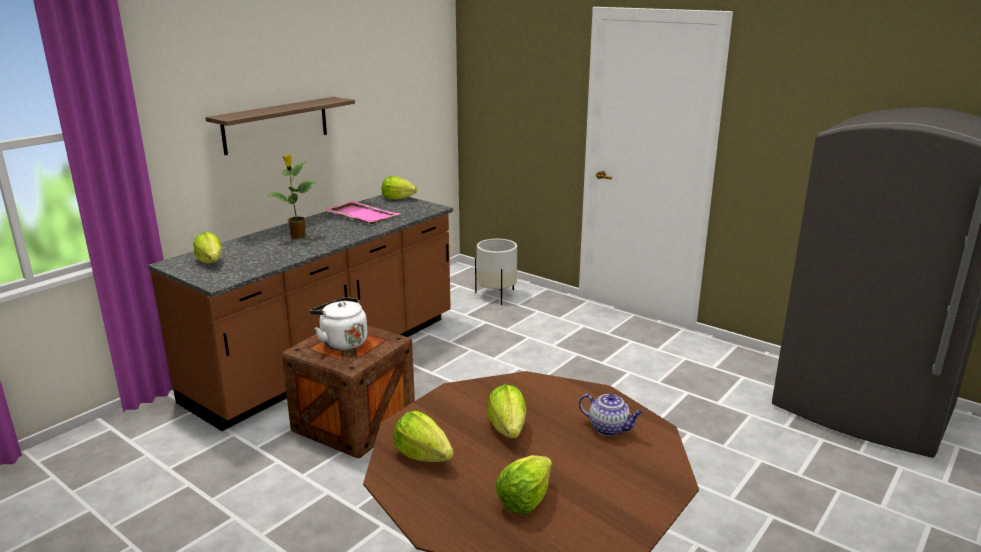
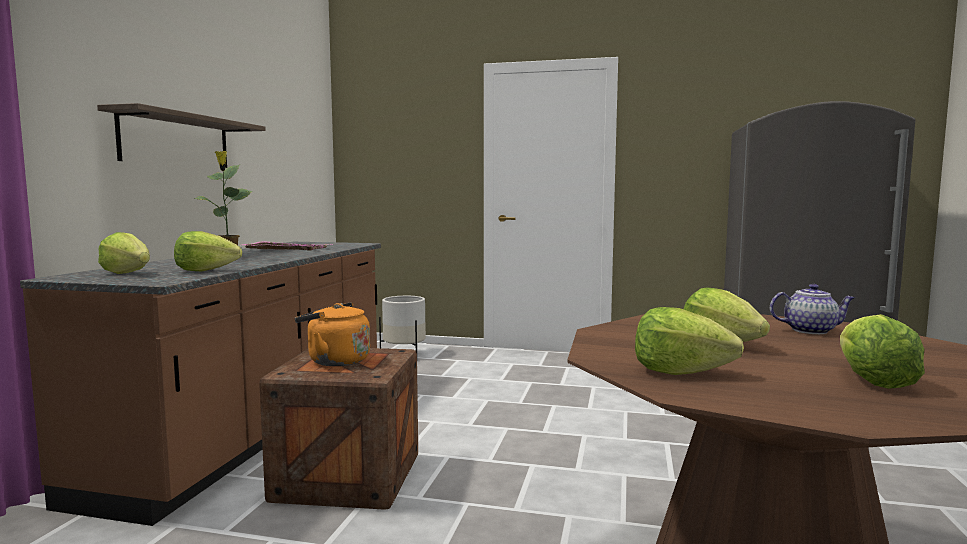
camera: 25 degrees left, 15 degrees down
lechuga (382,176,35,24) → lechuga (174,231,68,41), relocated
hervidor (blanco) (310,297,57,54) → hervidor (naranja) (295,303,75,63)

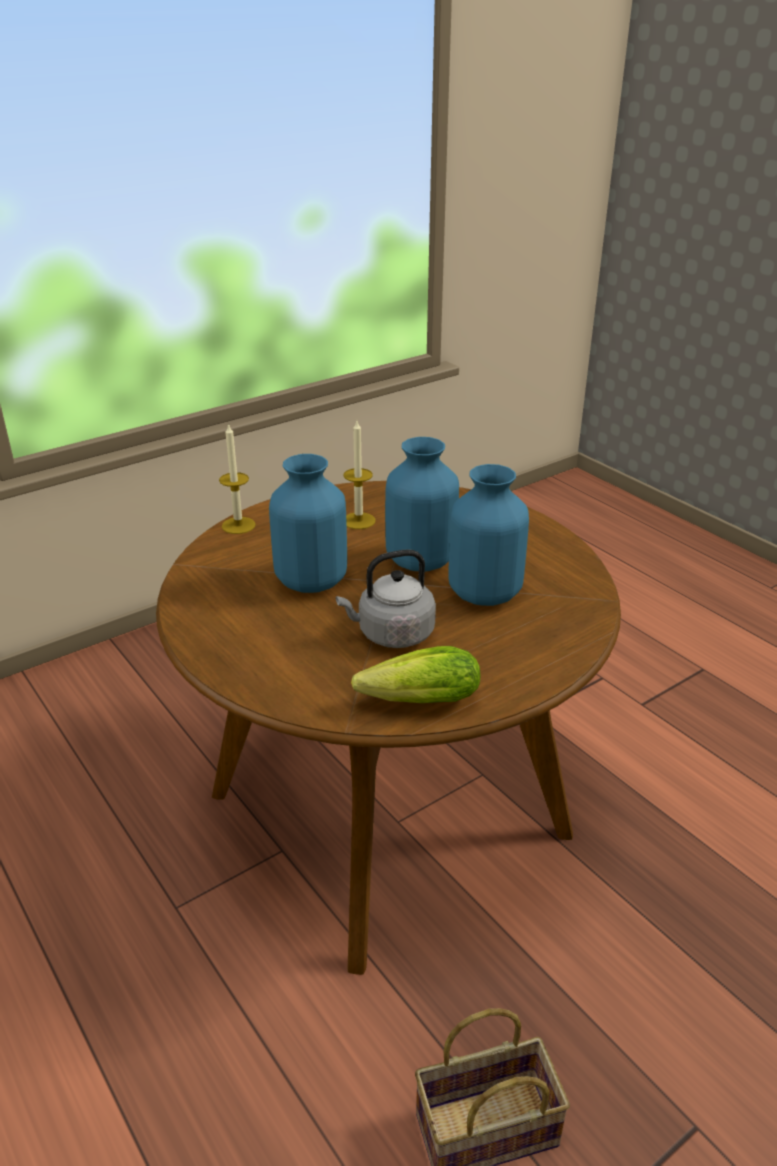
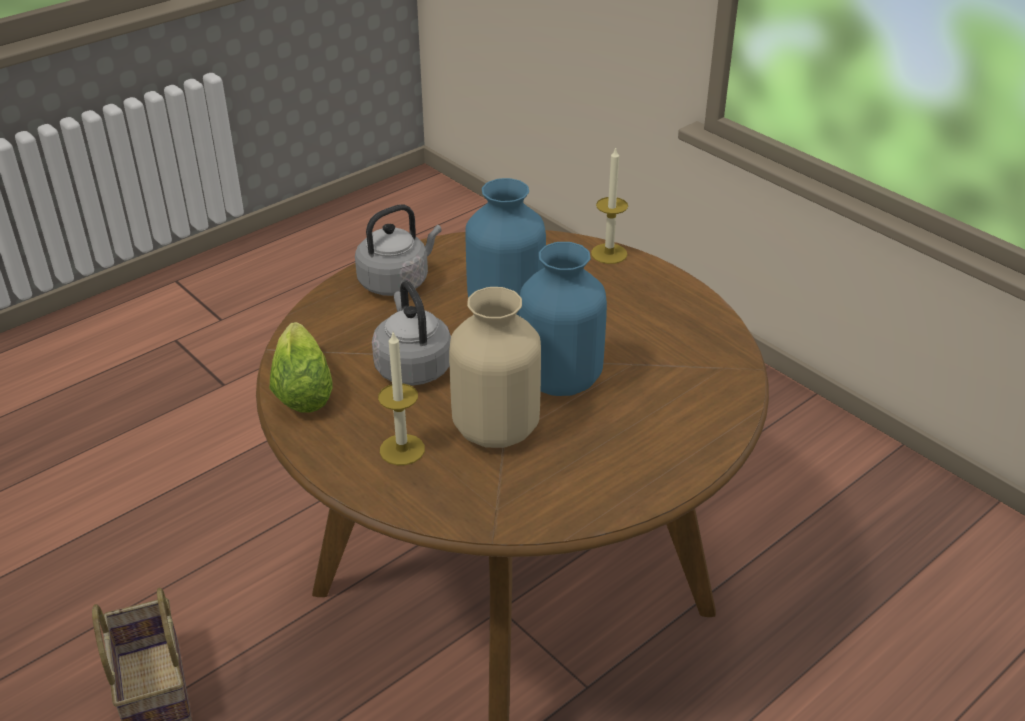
camera: 85 degrees right, 5 degrees up
vela (343,421,33,108) → vela (378,332,47,133), relocated
florero (azul) (448,464,81,142) → florero (beis) (449,287,92,161)
- → hervidor (gris) (355,204,87,92)

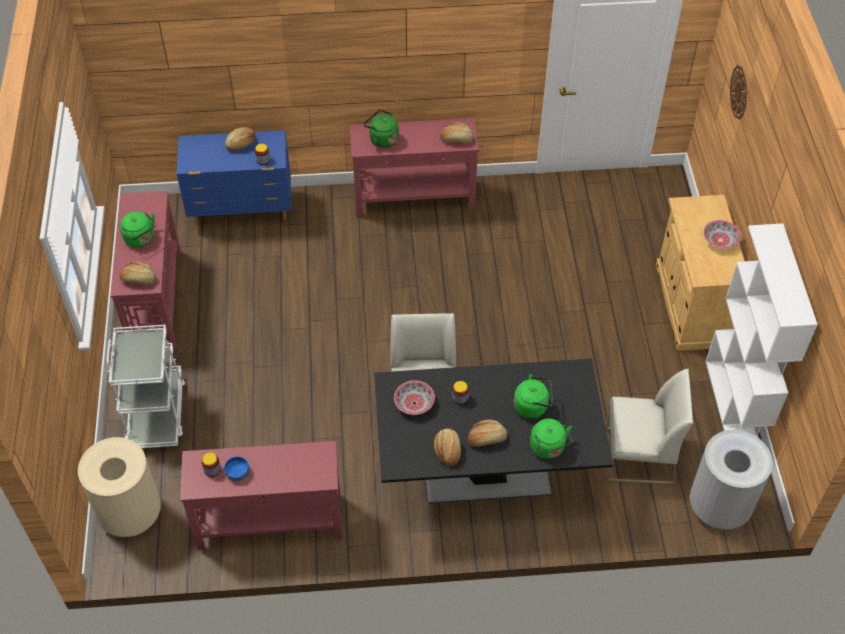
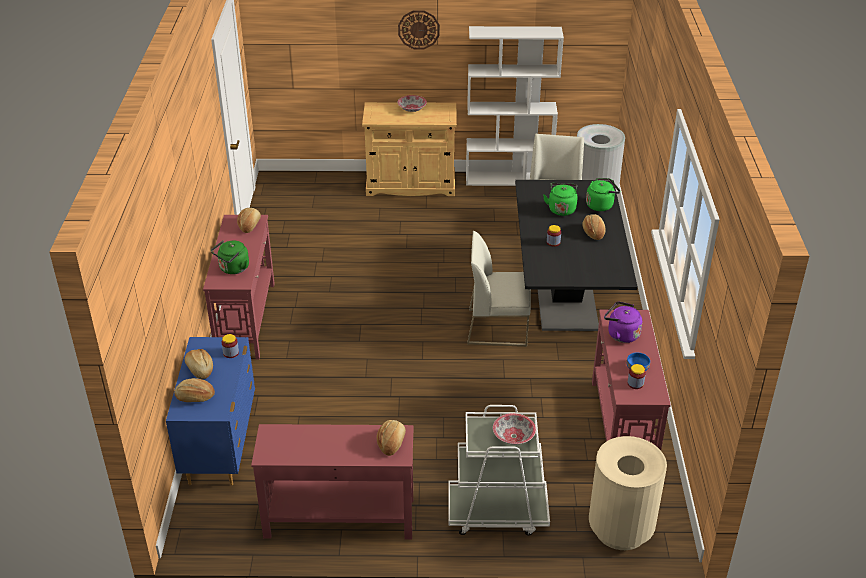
camera: 85 degrees left, 15 degrees down
reloj de pared (730,65,17,55) → reloj de pared (398,10,42,39), relocated
hervidor (verde) (120,212,36,35) → -
cuenco (394,380,41,35) → cuenco (493,413,43,32), relocated
pan (434,428,27,38) → pan (174,378,41,24), relocated
- → hervidor (morado) (604,302,38,41)

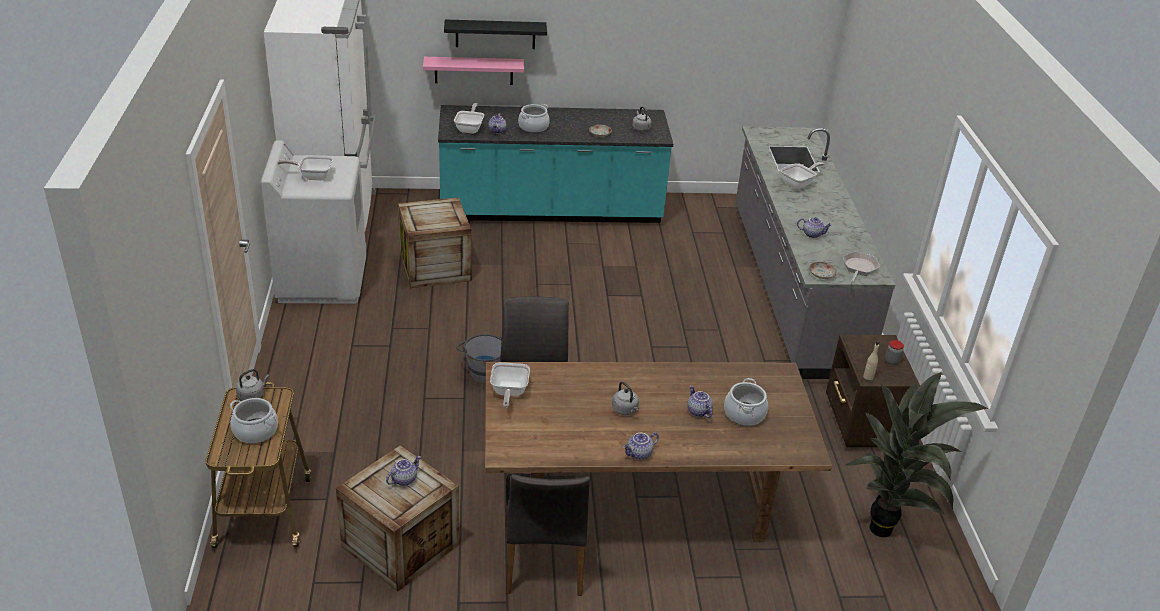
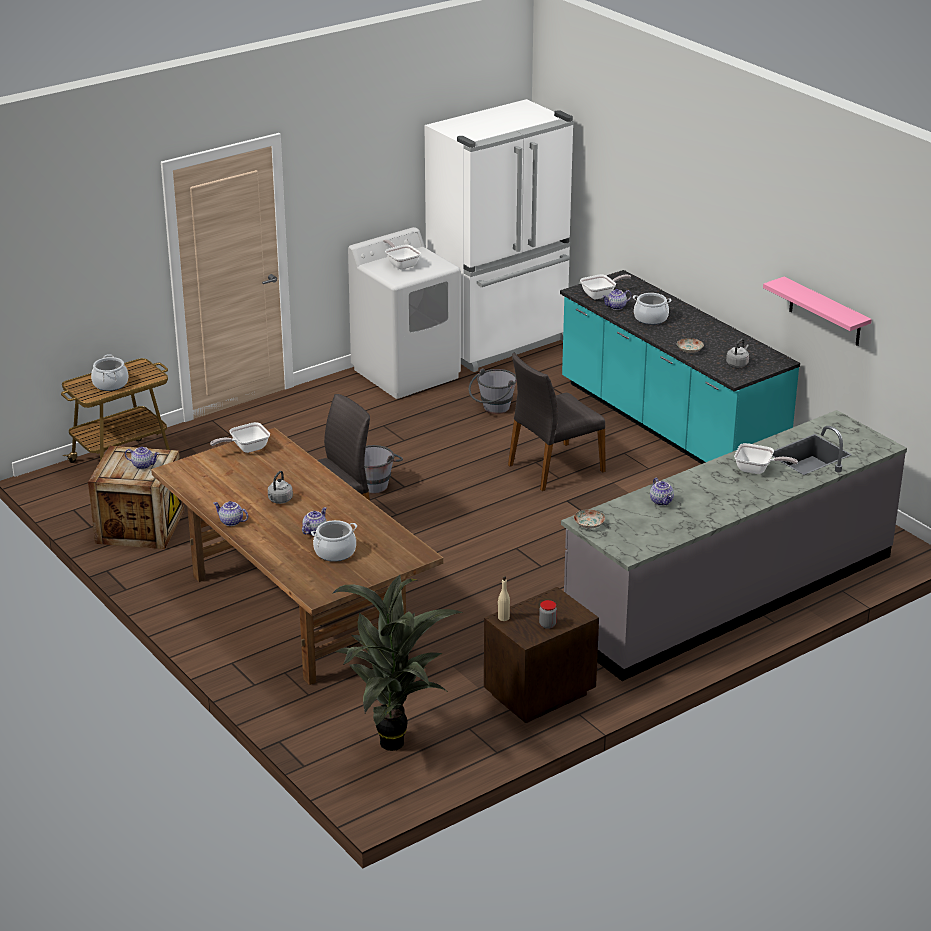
camera: 60 degrees right, 5 degrees down
estante (negro) (444,20,103,29) → -
estante (rosa) (423,57,101,28) → estante (rosa) (763,277,109,69), relocated
caja de embalaje (398,197,74,91) → cubo (gris) (469,368,48,46)
sartén (843,251,37,32) → -
hervidor (gris) (236,369,33,32) → -
silla (gris) (506,473,84,123) → silla (gris) (508,353,98,138), relocated

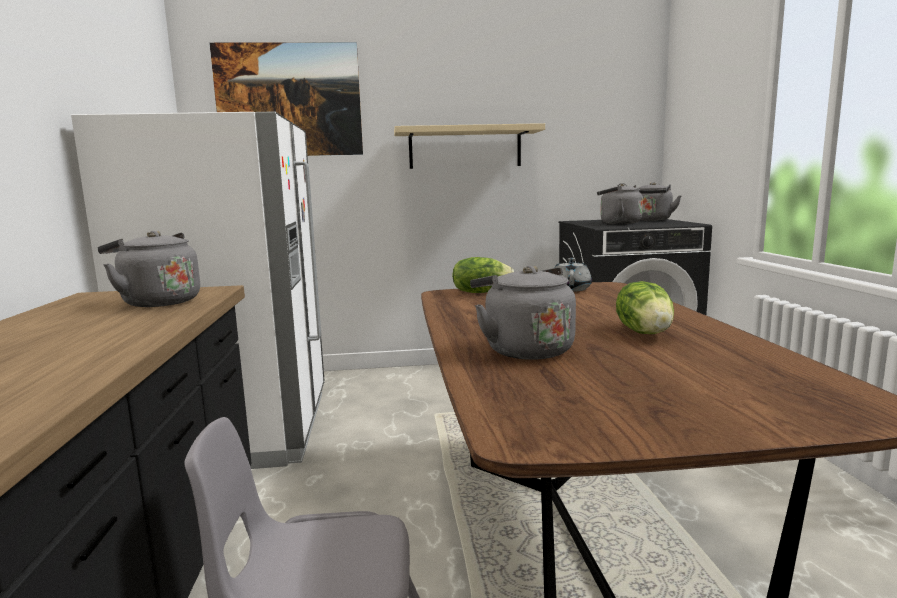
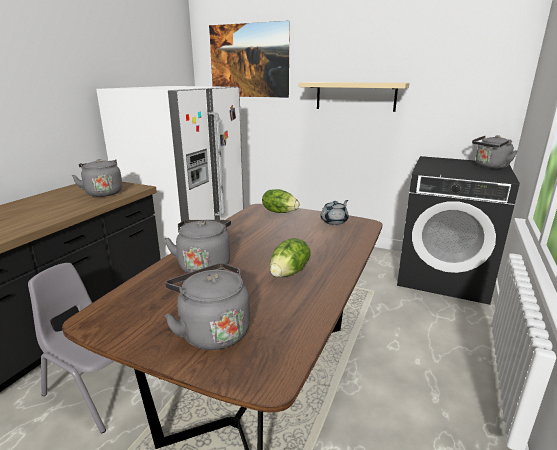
camera: 30 degrees right, 10 degrees up
hervidor (gris) (597,183,46,41) → hervidor (gris) (164,263,86,87), relocated

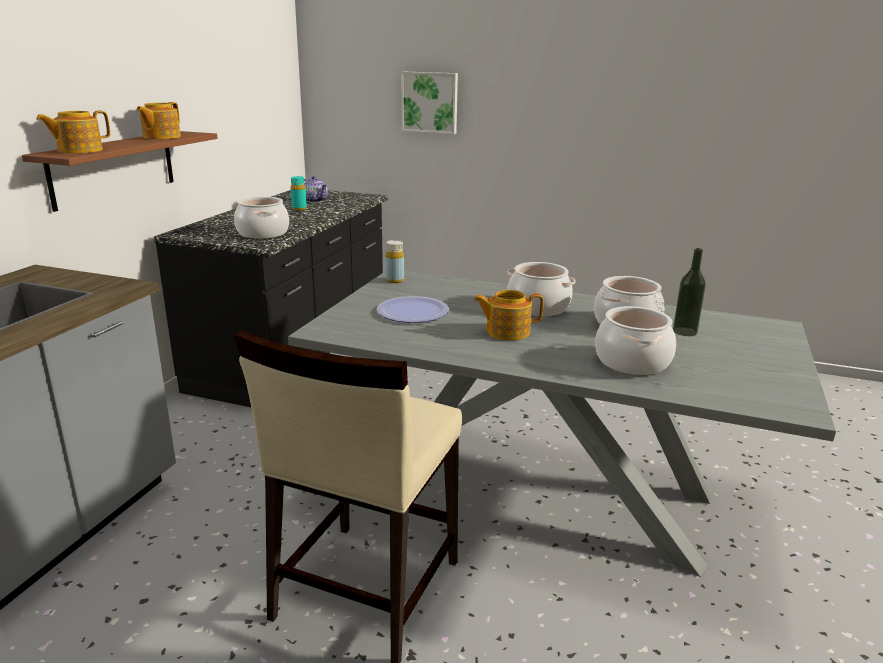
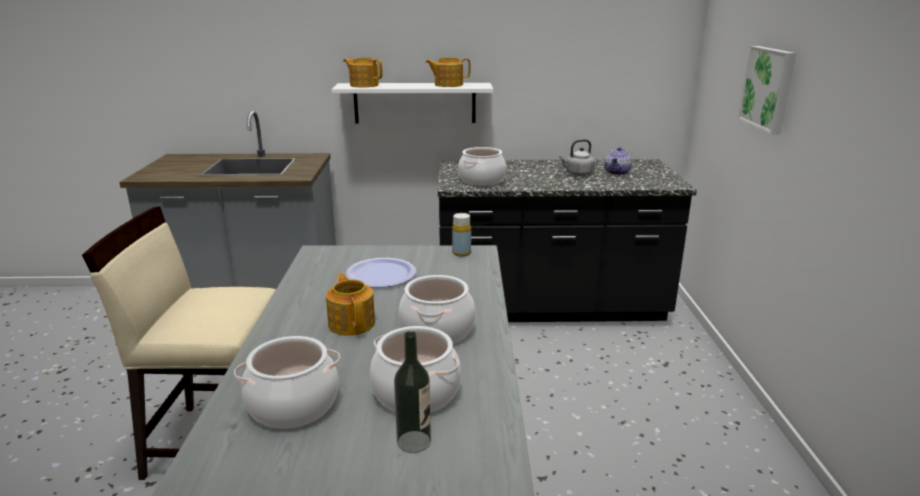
camera: 70 degrees right, 0 degrees up
estante (marrón) (22,131,195,81) → estante (blanco) (331,83,162,41)
botella (turquesa) (291,176,16,35) → hervidor (gris) (559,139,36,37)

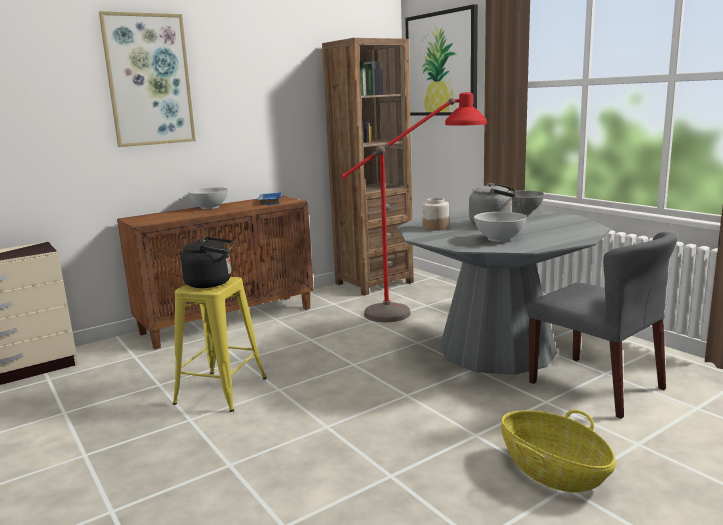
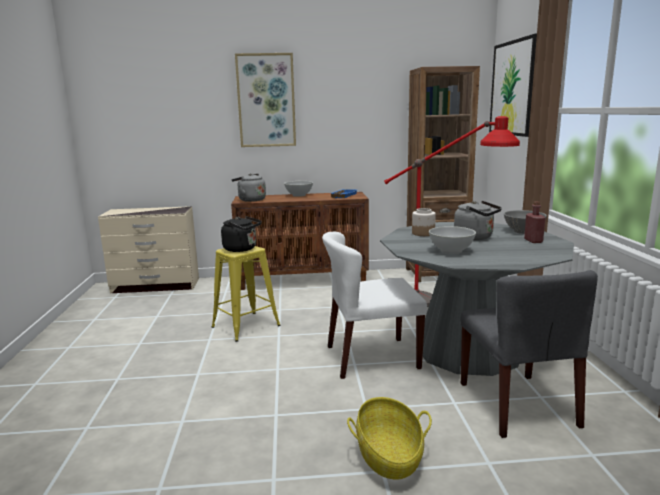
camera: 30 degrees right, 0 degrees up
- → hervidor (gris) (232,173,34,29)
- → botella (rojo) (524,201,21,42)
- → silla (blanco) (322,232,105,147)

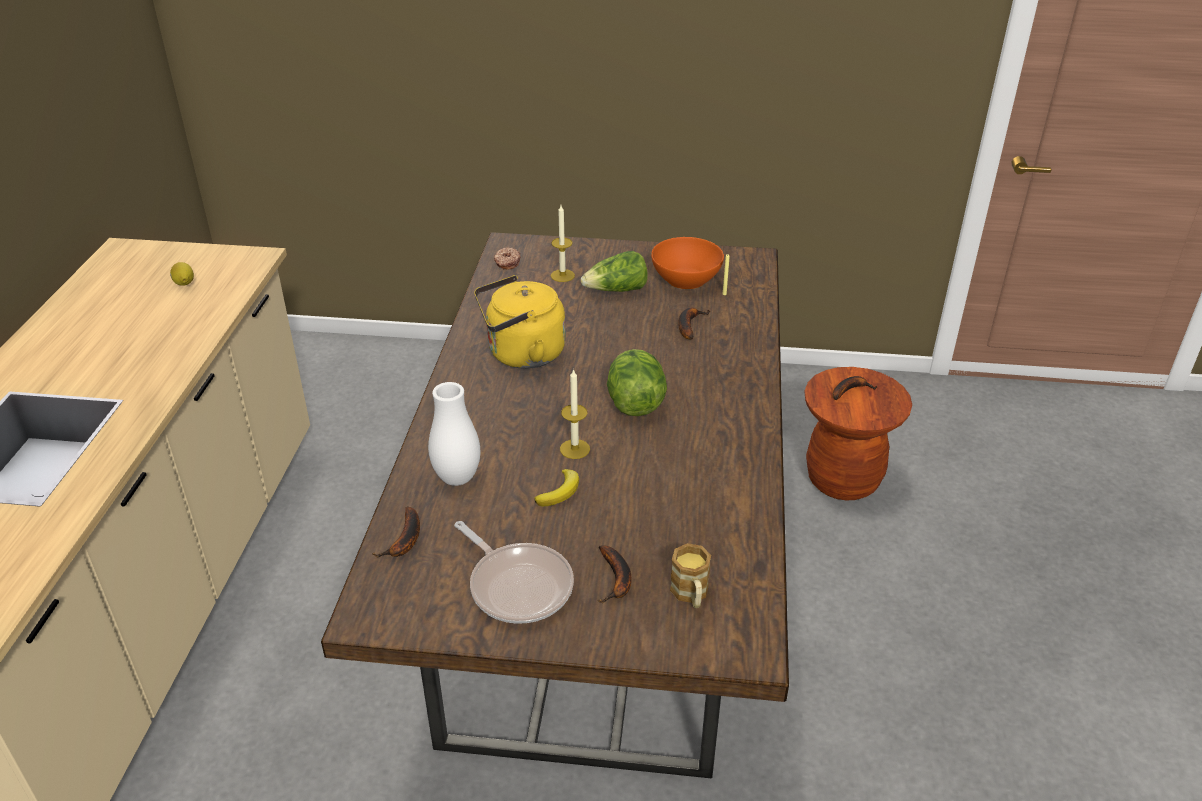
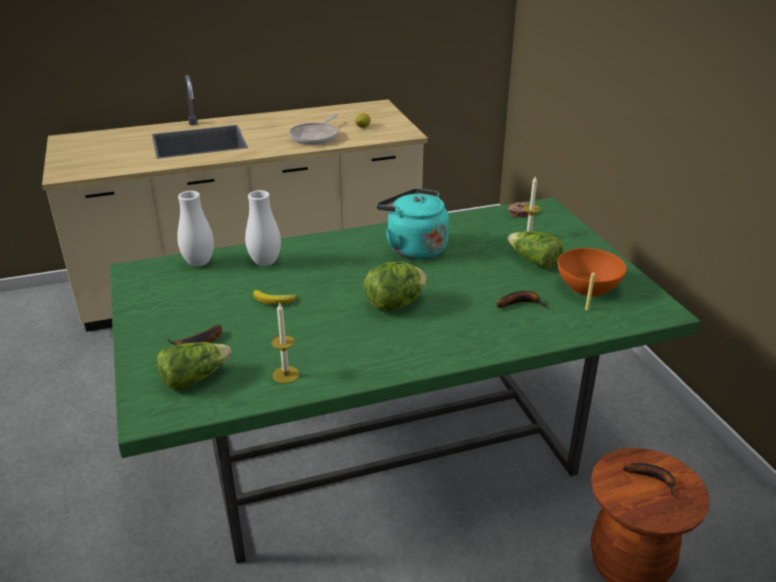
camera: 65 degrees right, 5 degrees down
mesa de comedor (marrón) (321,232,468,546) → mesa de comedor (verde) (110,197,590,366)
hervidor (amarillo) (474,275,92,94) → hervidor (turquesa) (376,188,73,71)
vela (560,369,30,90) → vela (271,302,28,82), relocated
plátano (372,506,48,51) → florero (blanco) (177,191,37,76)
sartén (454,521,120,103) → sartén (289,114,49,31), relocated
taza grande (670,543,41,65) → lechuga (157,342,75,48)

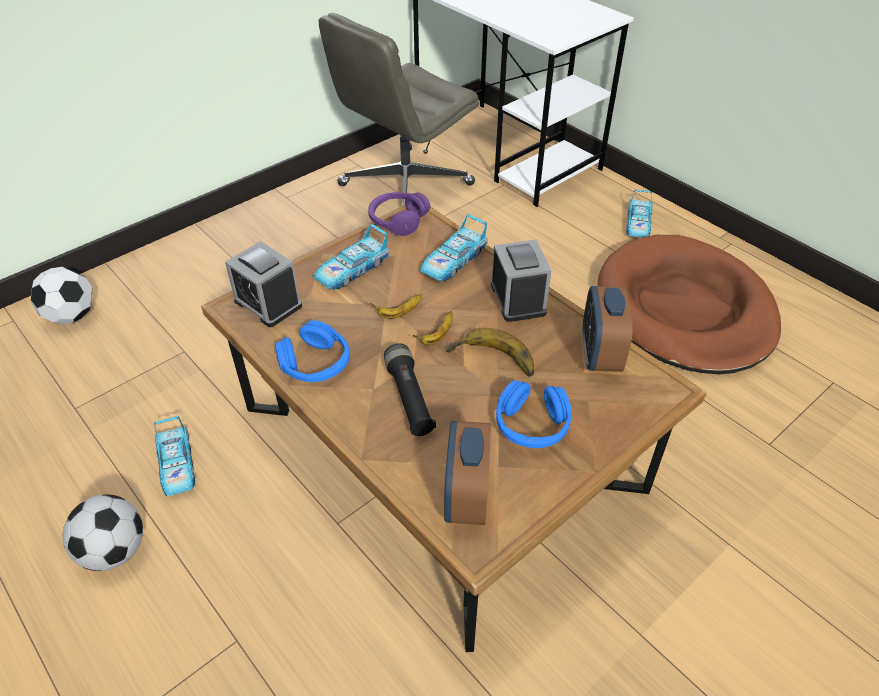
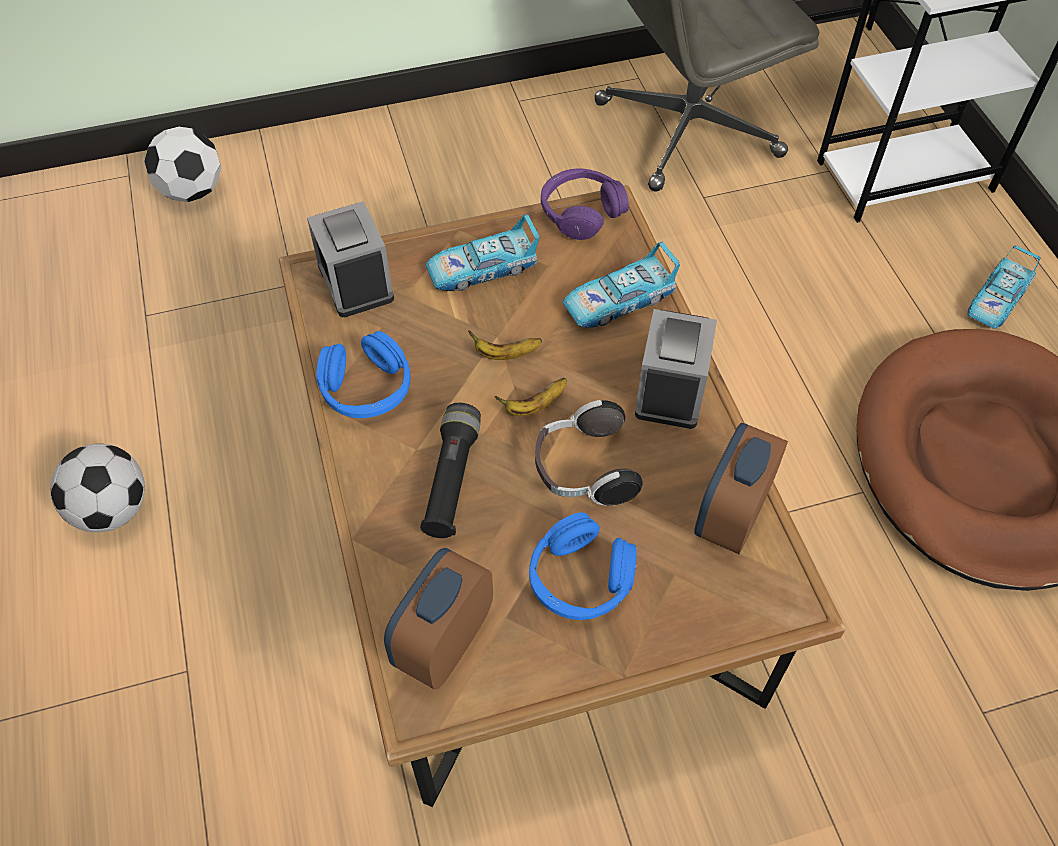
camera: 25 degrees right, 10 degrees up
plátano (447,328,87,49) → auriculares (535,400,107,106)
coche de juguete (154,416,41,80) → -

